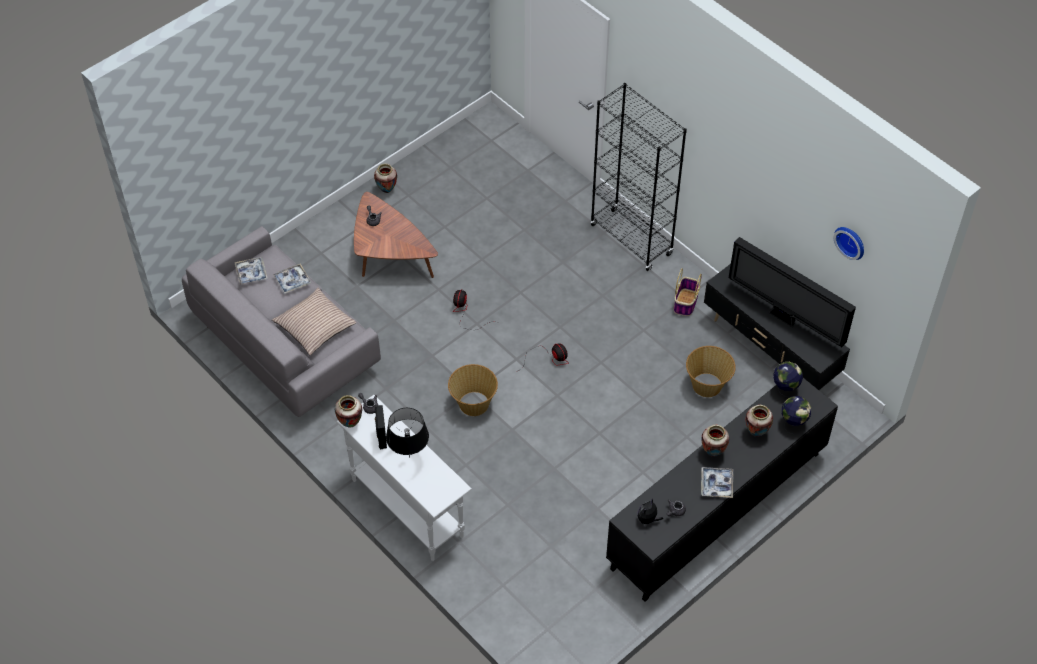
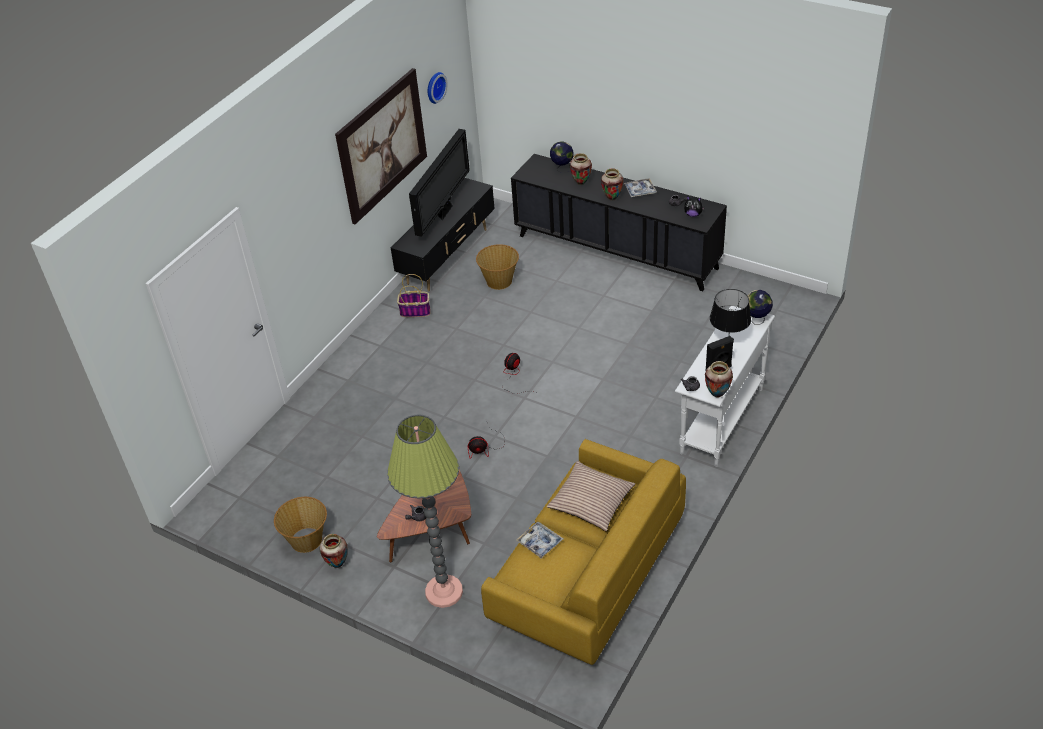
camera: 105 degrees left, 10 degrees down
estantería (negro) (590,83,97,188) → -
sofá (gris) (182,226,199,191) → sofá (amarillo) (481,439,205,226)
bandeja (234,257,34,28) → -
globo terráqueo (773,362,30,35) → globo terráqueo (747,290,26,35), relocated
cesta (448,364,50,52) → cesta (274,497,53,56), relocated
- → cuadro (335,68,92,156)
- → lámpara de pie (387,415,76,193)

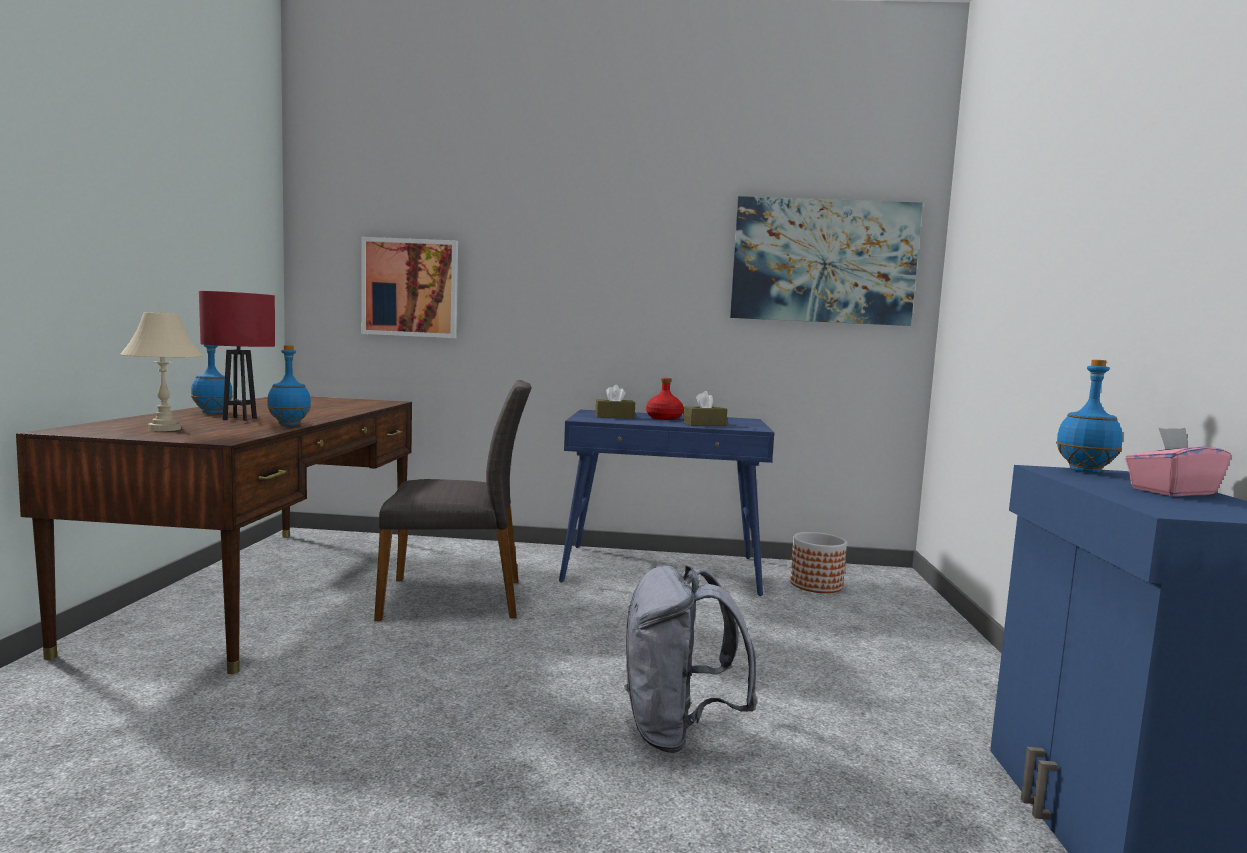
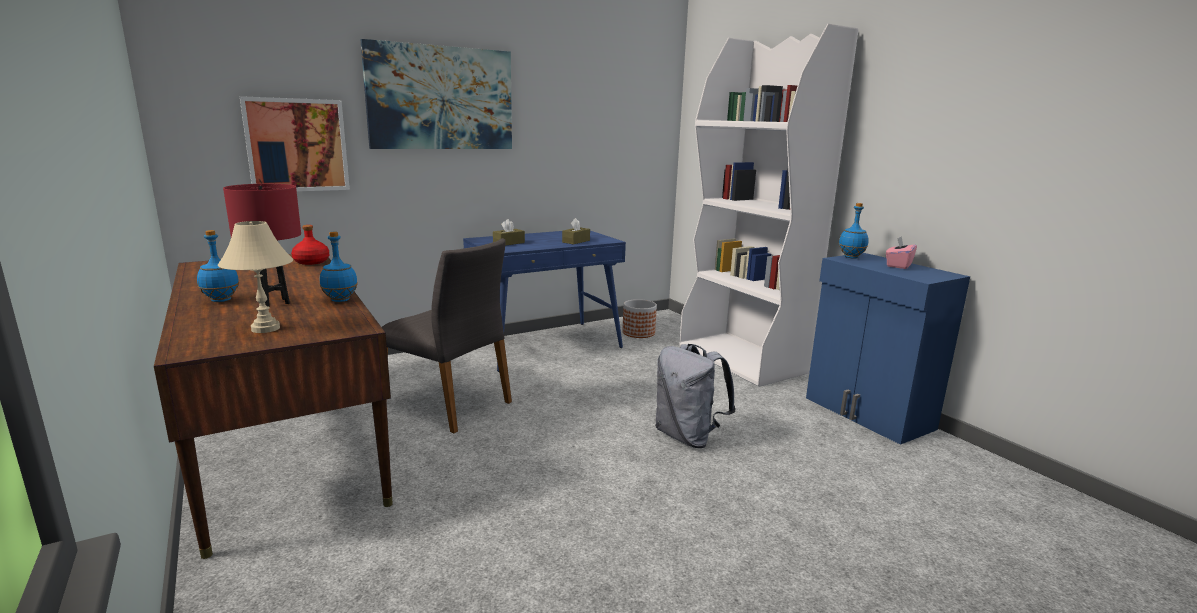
camera: 35 degrees left, 10 degrees up
cuadro (730,196,193,130) → cuadro (360,39,152,110), relocated
botella (rojo) (646,378,37,42) → botella (rojo) (291,225,38,40), relocated
silla (gris) (374,380,158,241) → silla (gris) (382,238,130,195), 75 degrees clockwise
- → estantería (blanco) (679,24,180,363)

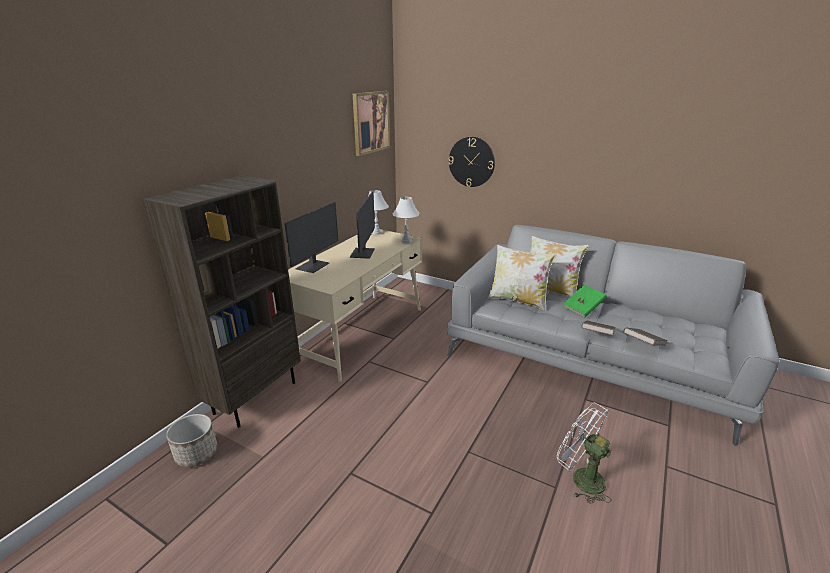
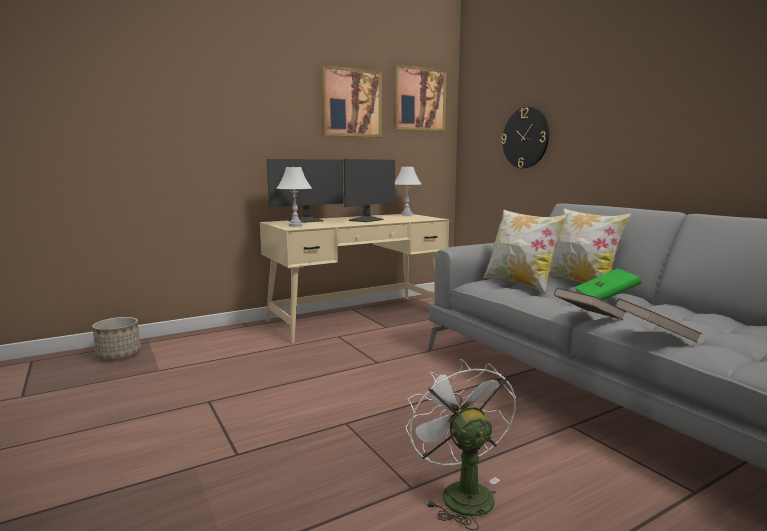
camera: 30 degrees right, 15 degrees down
estantería (marrón) (142,175,159,253) → -
lámpara de mesa (blanco) (393,197,27,46) → lámpara de mesa (blanco) (276,167,36,60), relocated
- → cuadro (321,65,61,72)

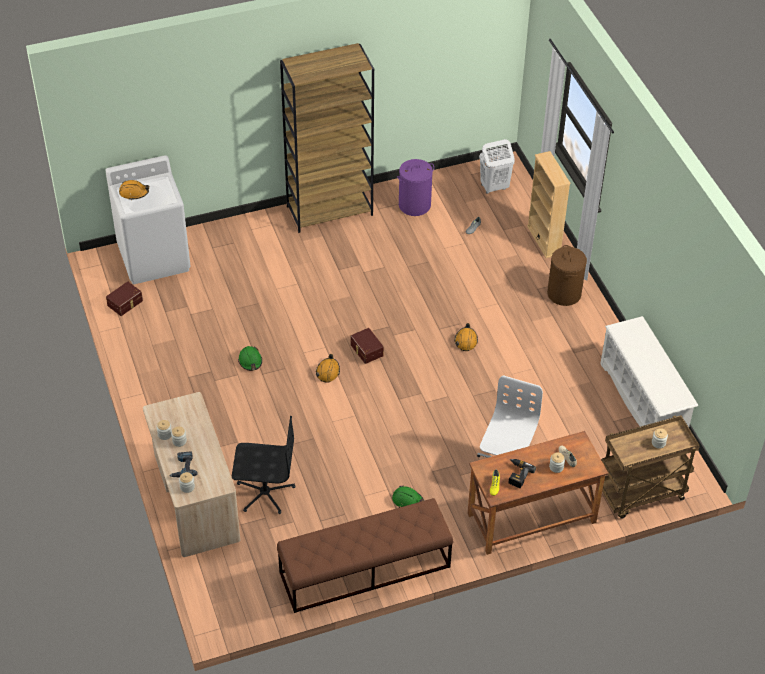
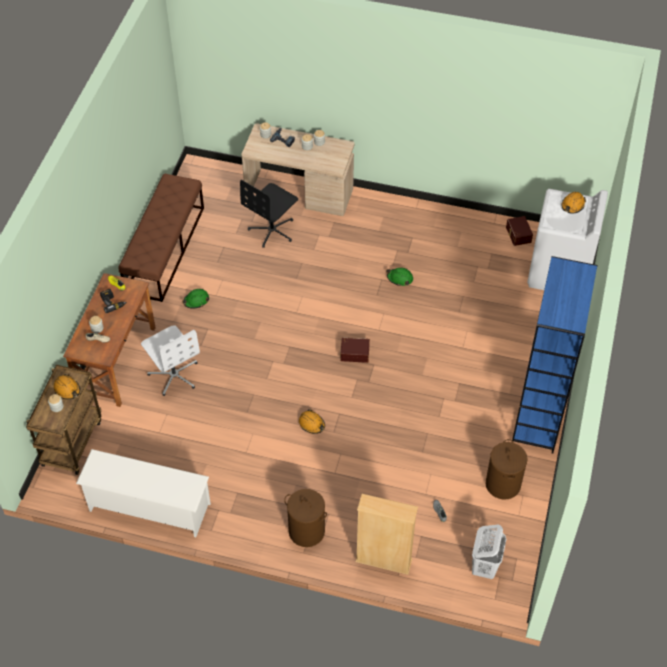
camera: 125 degrees right, 5 degrees up
estantería (marrón) (280,43,94,190) → estantería (azul) (512,256,86,198)
cesto de la ropa (morado) (397,159,37,57) → cesto de la ropa (marrón) (486,439,42,61)
casco (naranja) (316,354,24,29) → casco (naranja) (54,374,26,26), relocated

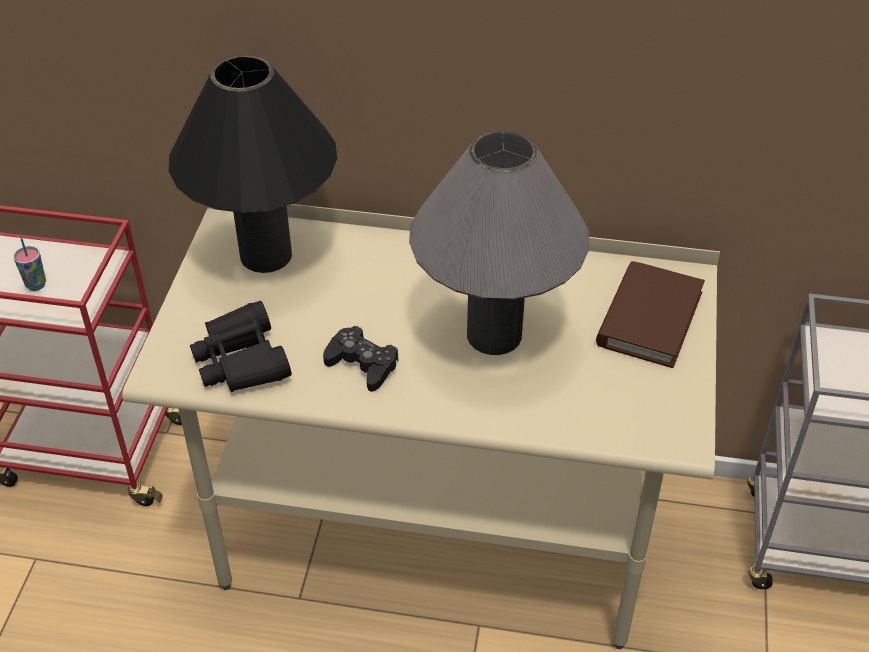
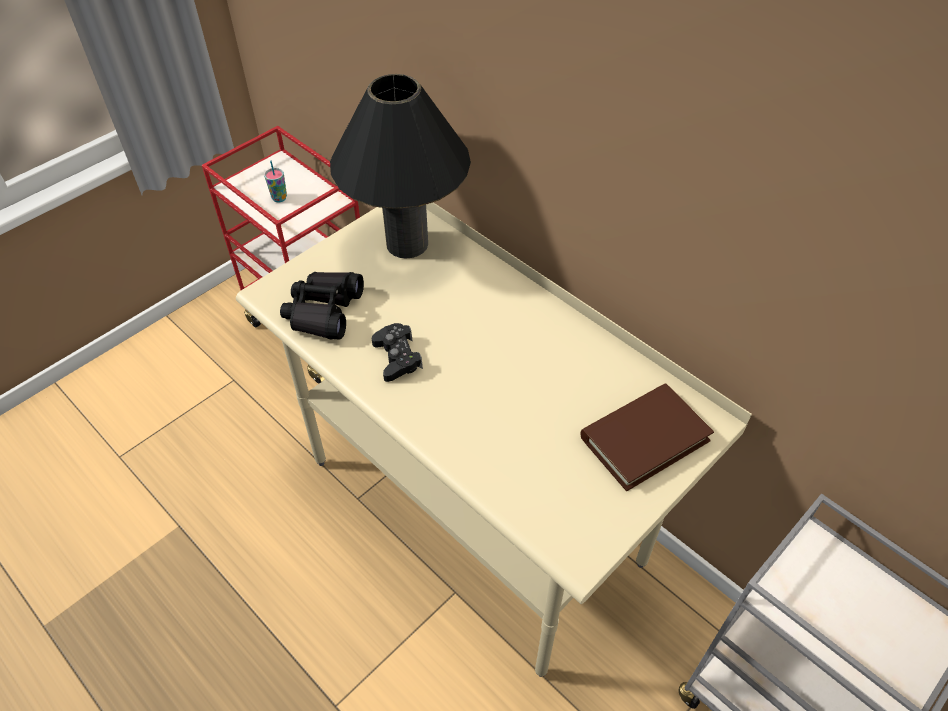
camera: 35 degrees right, 5 degrees up
lámpara de mesa (gris) (409,131,181,224) → -

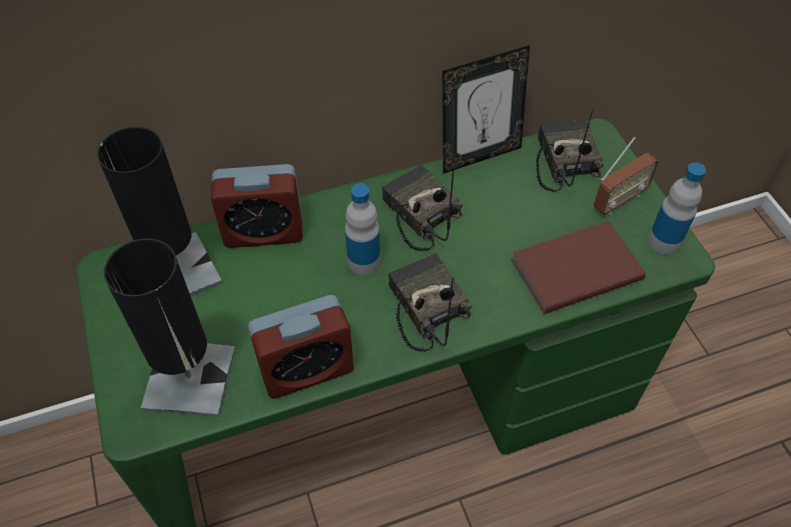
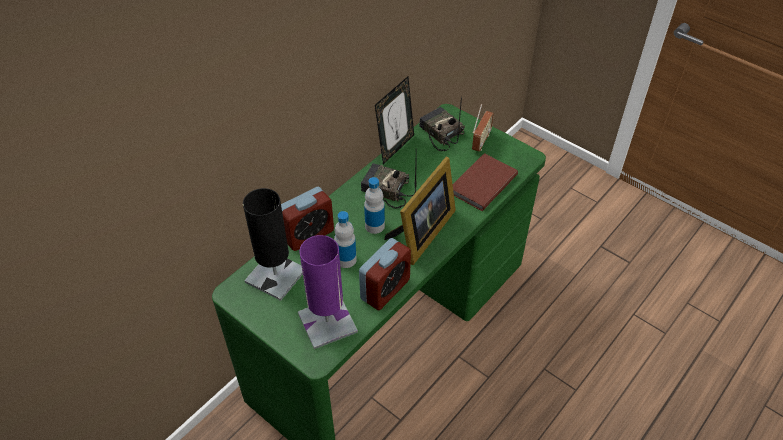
camera: 30 degrees left, 5 degrees down
botella (648,162,58,92) → botella (334,211,23,57), relocated
lámpara de mesa (negro) (104,238,131,179) → lámpara de mesa (morado) (298,235,60,114)
radio (388,253,84,99) → portarretratos (384,157,72,108)

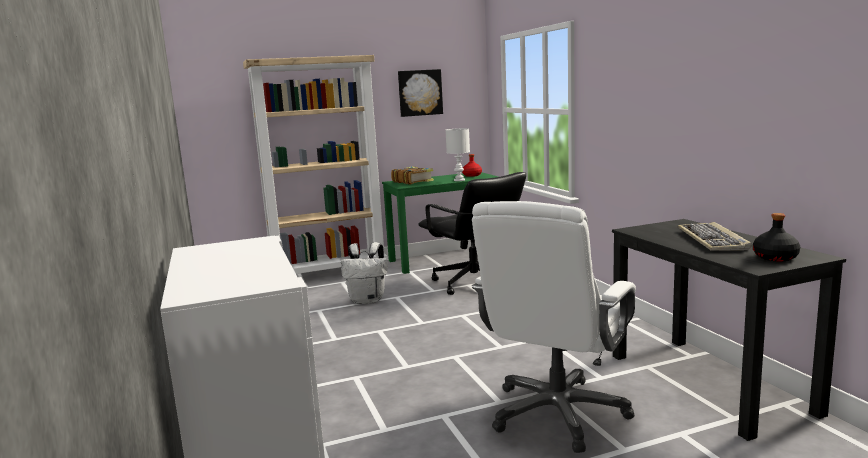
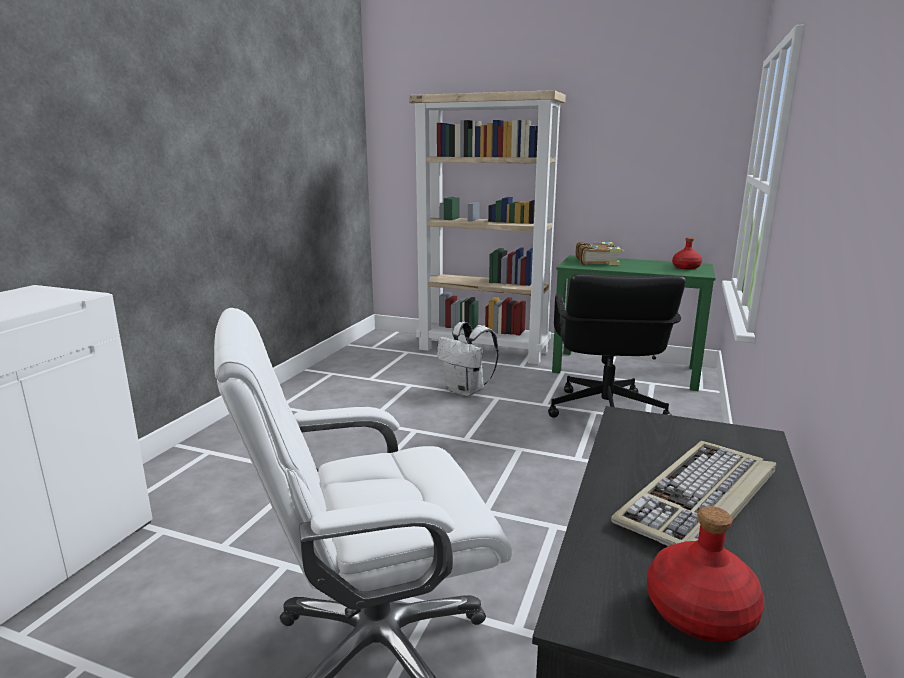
camera: 40 degrees right, 5 degrees up
cuadro (398,69,45,48) → -
lámpara de mesa (blanco) (446,128,24,53) → -
botella (negro) (753,213,47,48) → botella (rojo) (647,506,117,136)

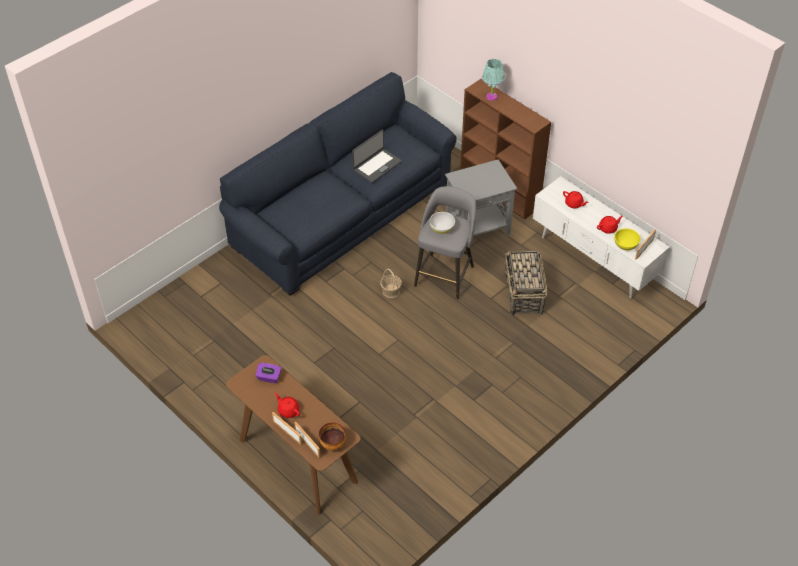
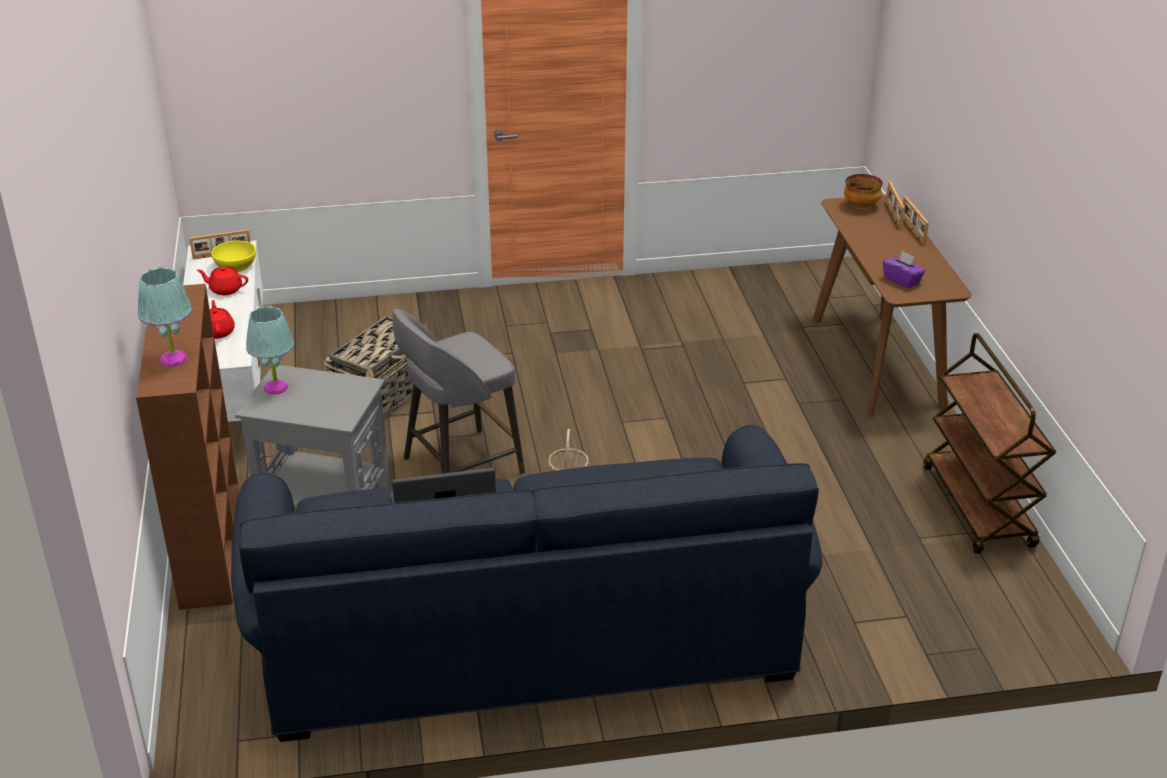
camera: 145 degrees left, 15 degrees down
cuenco (blanco) (429,212,26,22) → -
tetera (rojo) (275,393,25,25) → -
- → lámpara de mesa (turquesa) (246,306,48,88)
- → carrito (marrón) (923,333,133,221)

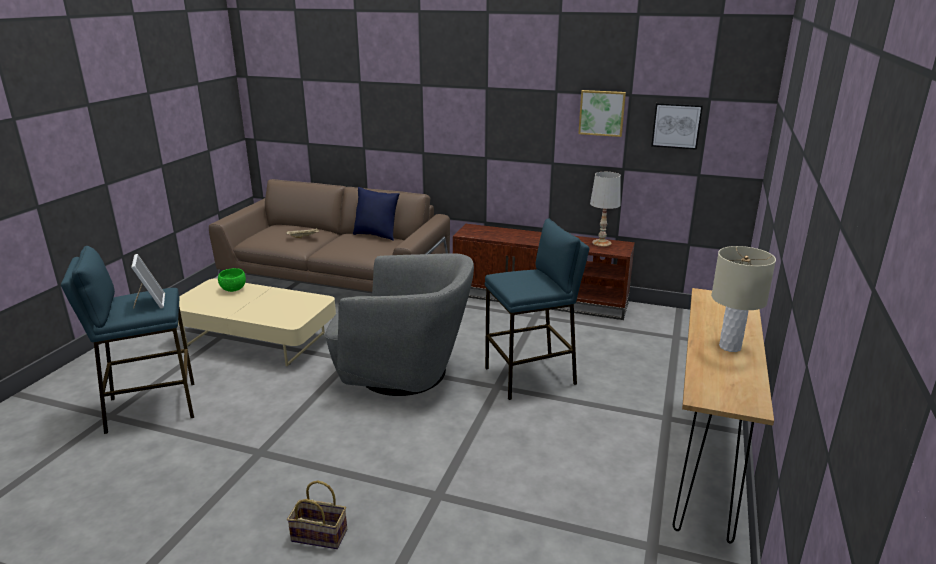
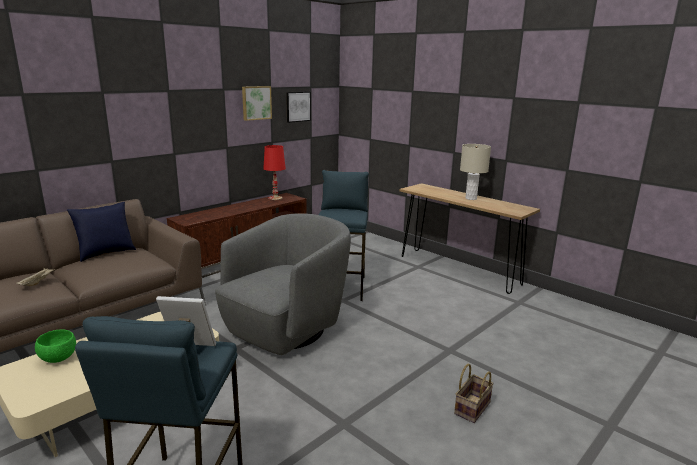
camera: 65 degrees left, 5 degrees down
lámpara de mesa (blanco) (590,172,31,75) → lámpara de mesa (rojo) (263,145,23,55)

